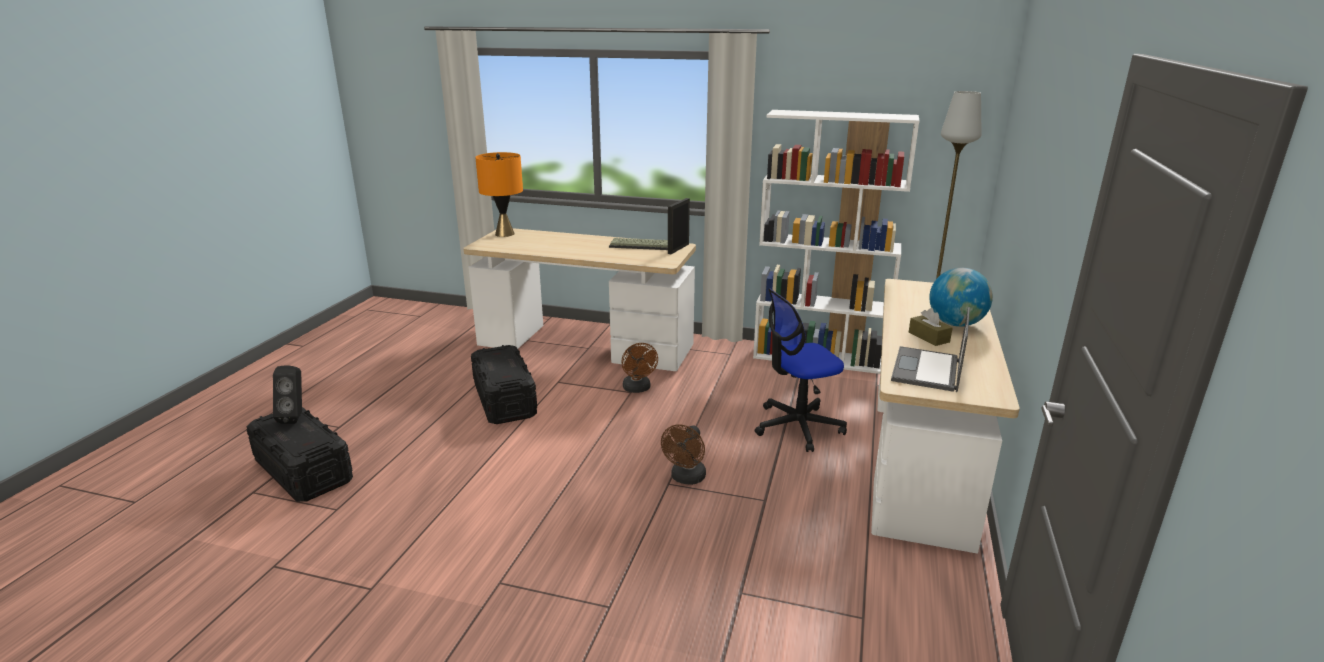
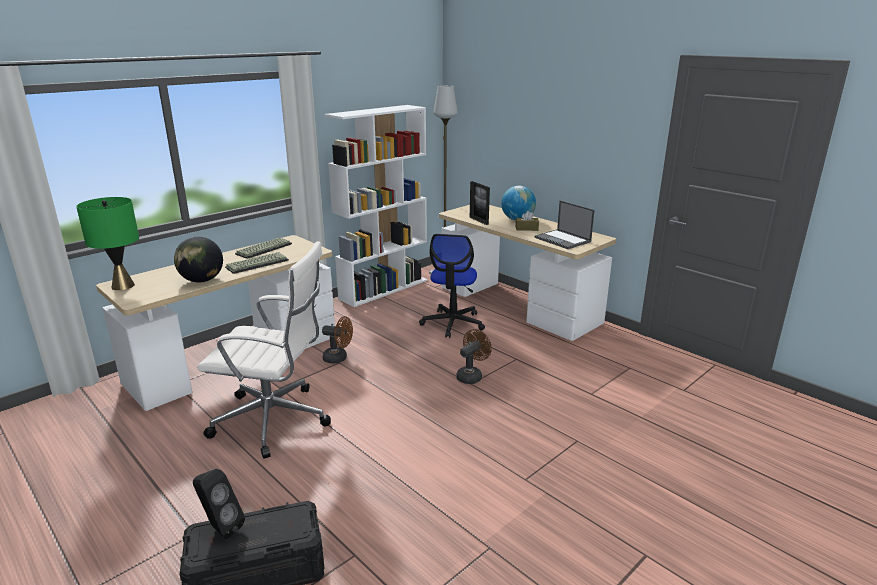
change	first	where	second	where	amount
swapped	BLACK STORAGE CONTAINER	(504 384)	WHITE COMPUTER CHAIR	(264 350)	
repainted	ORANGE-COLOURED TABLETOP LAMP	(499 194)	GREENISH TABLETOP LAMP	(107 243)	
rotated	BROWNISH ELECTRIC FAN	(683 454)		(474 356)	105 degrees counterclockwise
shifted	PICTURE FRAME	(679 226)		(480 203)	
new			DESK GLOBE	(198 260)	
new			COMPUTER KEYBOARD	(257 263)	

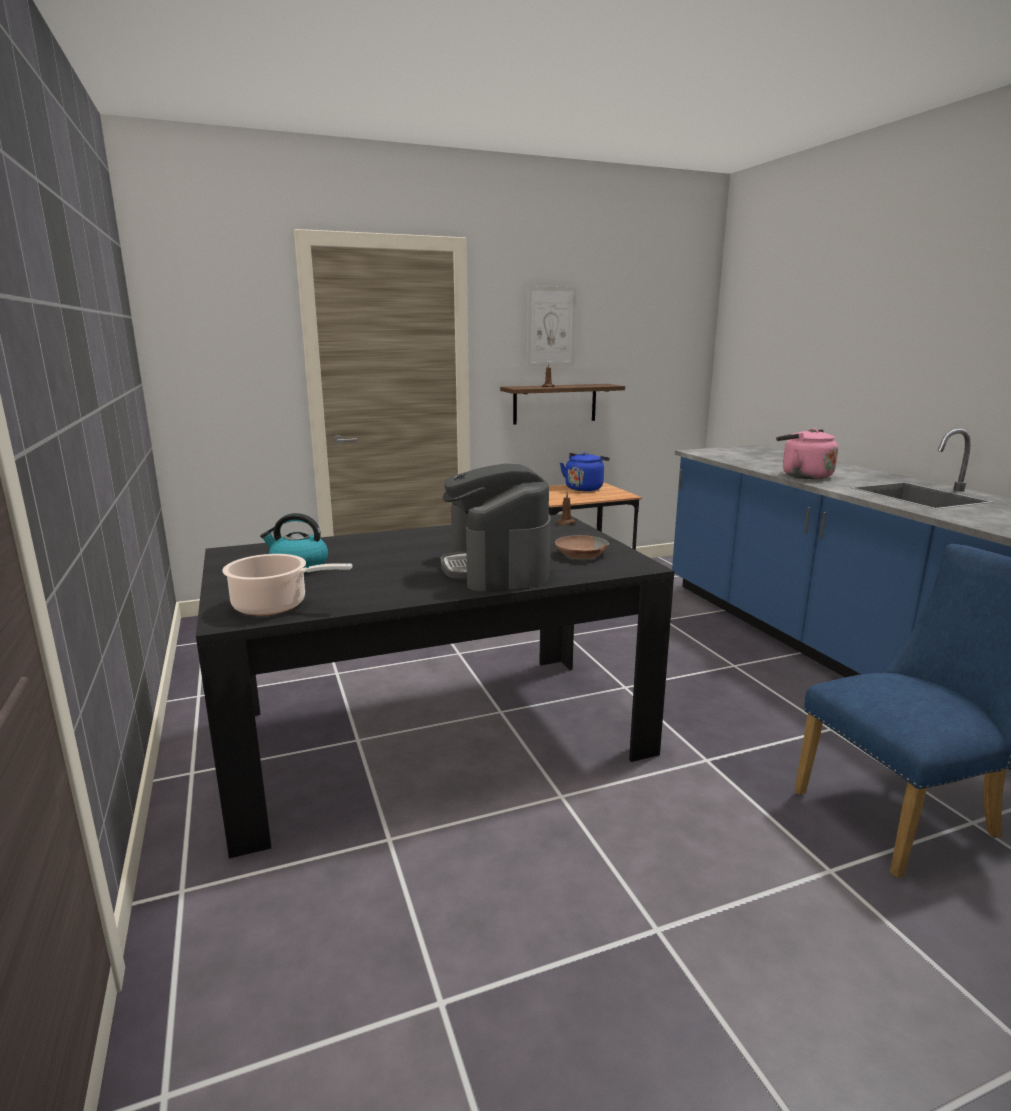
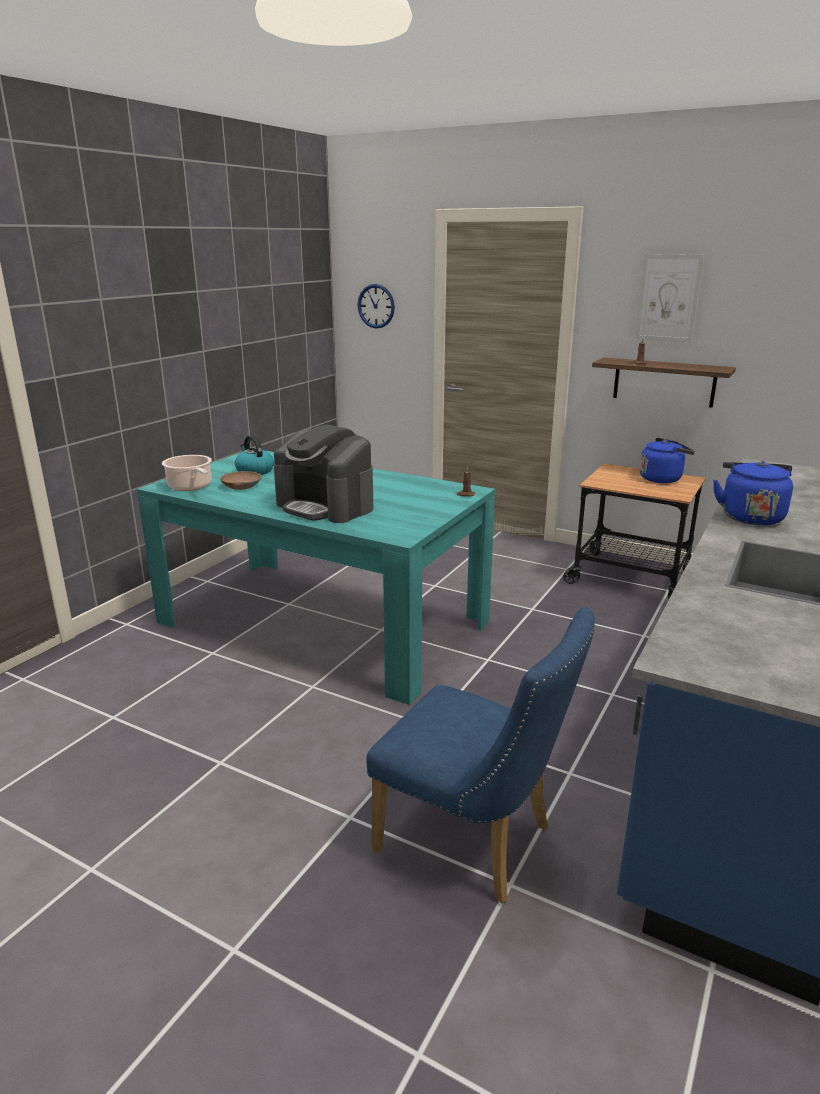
change	first	where	second	where	amount
repainted	BLACK KITCHEN TABLE	(435 686)	TURQUOISE KITCHEN TABLE	(316 577)	
rotated	COFFEE BREWER	(495 527)		(323 474)	90 degrees counterclockwise
shifted	BROWNISH BOWL	(582 547)		(240 480)	
repainted	PINK TEA KETTLE	(807 453)	BLUE-COLOURED TEA KETTLE	(753 493)	
new			CLOCK ON THE WALL	(376 306)	

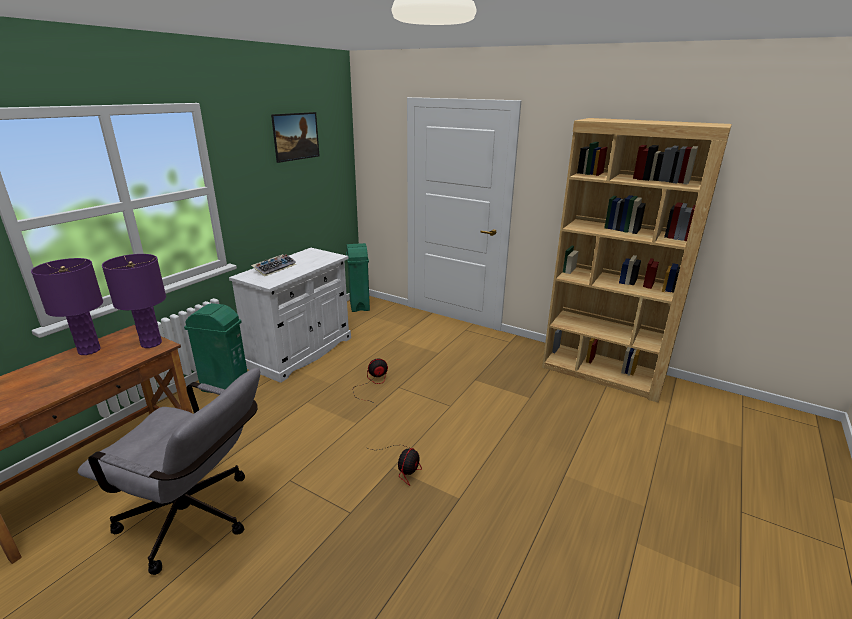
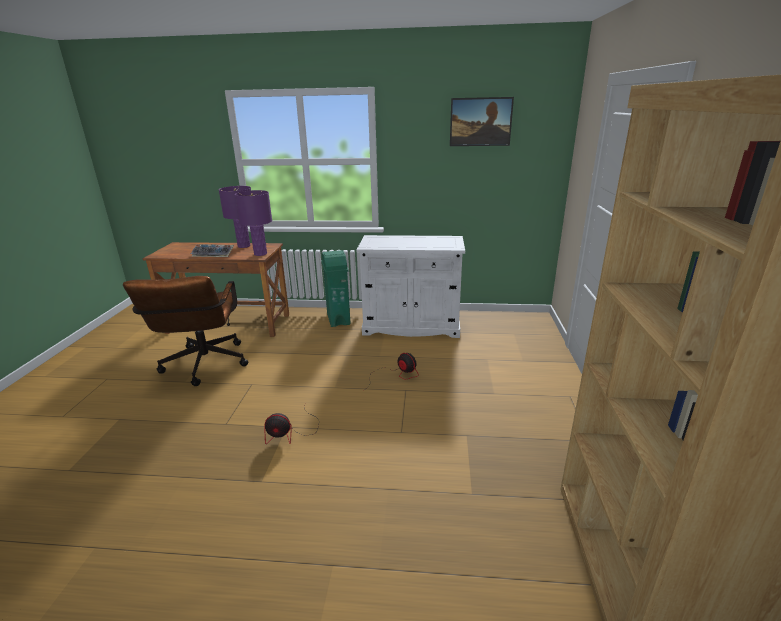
change	first	where	second	where	amount
repainted	GREYISH COMPUTER CHAIR	(169 471)	BROWNISH COMPUTER CHAIR	(185 331)	
shifted	COMPUTER KEYBOARD	(273 265)		(212 250)	
gone	GREENISH WASTE BIN	(358 277)			

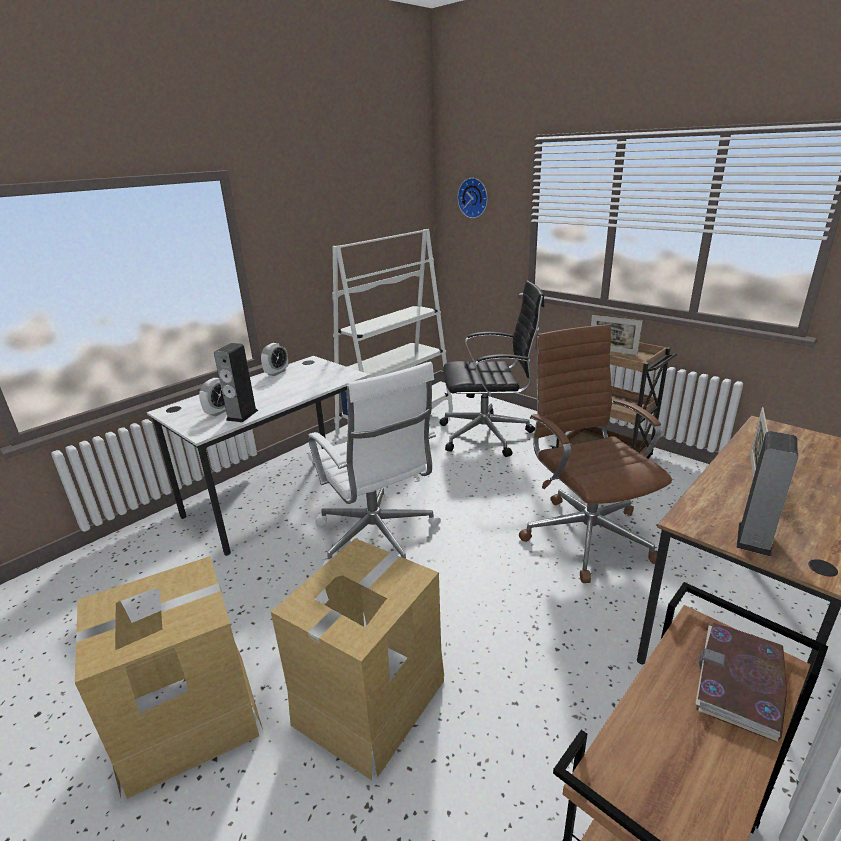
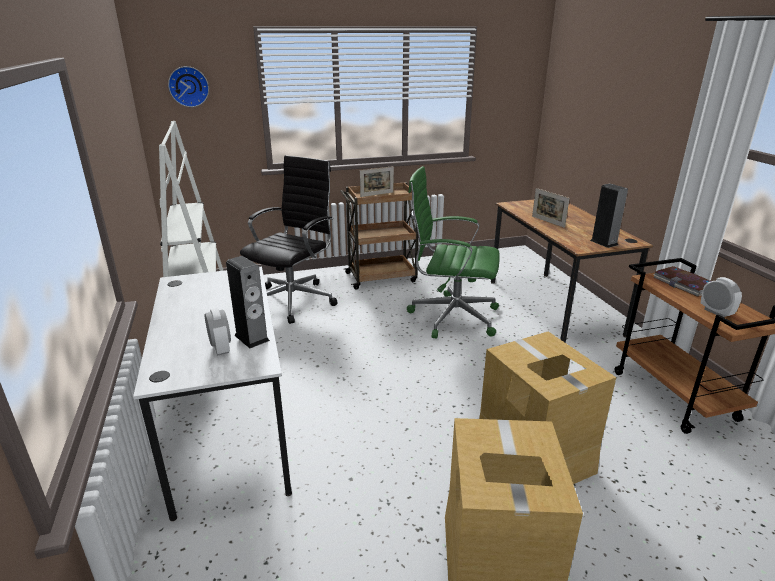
change	first	where	second	where	amount
shifted	ALARM CLOCK	(274 359)		(721 297)	
gone	WHITE COMPUTER CHAIR	(374 464)			
repainted	BROWNISH COMPUTER CHAIR	(595 453)	GREENISH COMPUTER CHAIR	(453 252)	

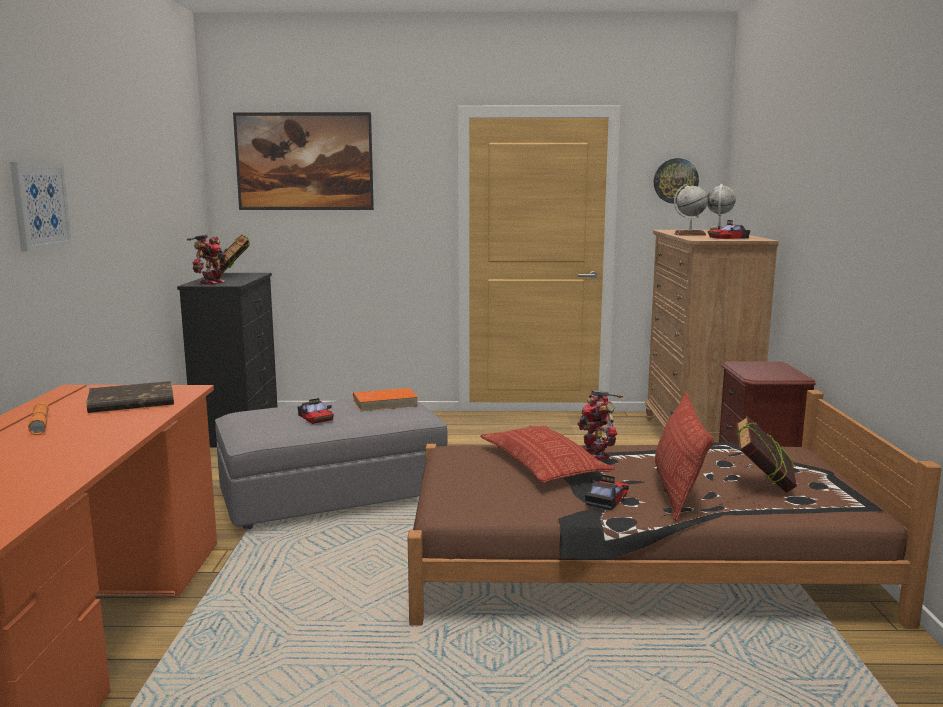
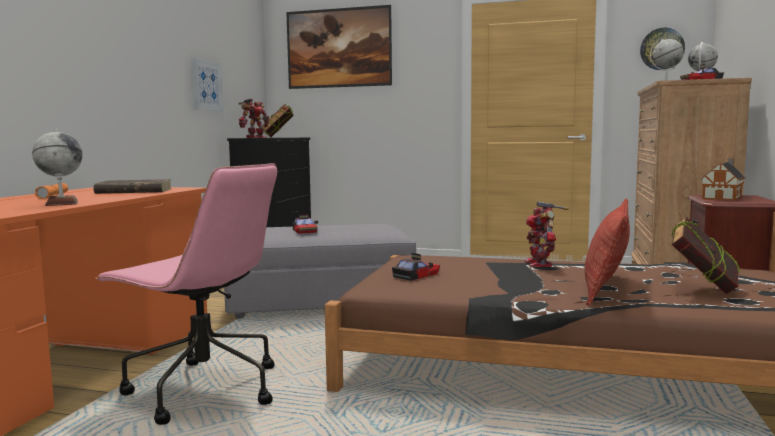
change	first	where	second	where	amount
shifted	PICTURE	(41 207)		(207 84)	
gone	ORANGE-COLOURED BOOK	(385 399)			
gone	THROW PILLOW	(547 454)			
shifted	TOY CAR	(607 493)		(416 267)	
new			DESK GLOBE	(57 167)	
new			PINK COMPUTER CHAIR	(186 294)	
new			MINIATURE HOUSE	(723 180)	

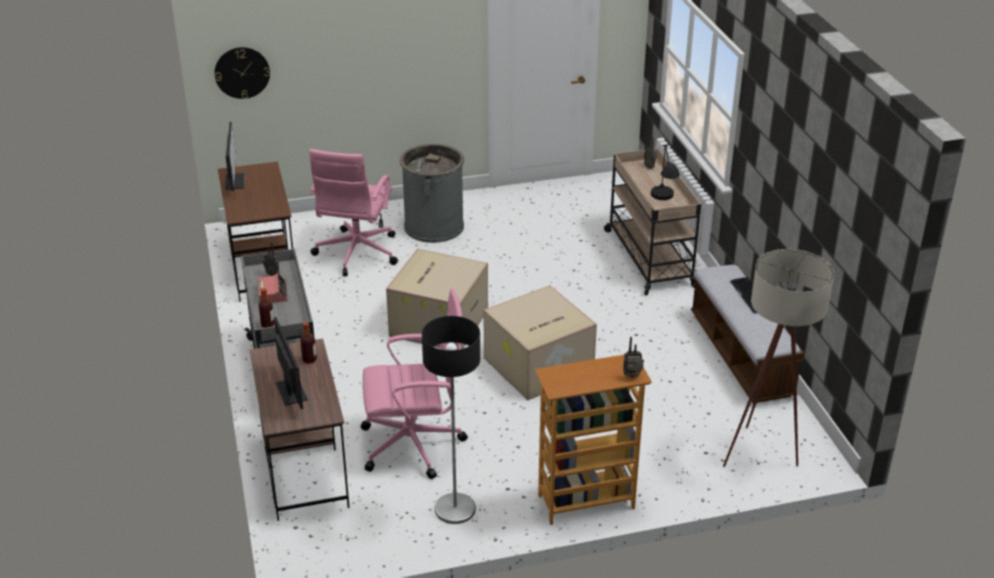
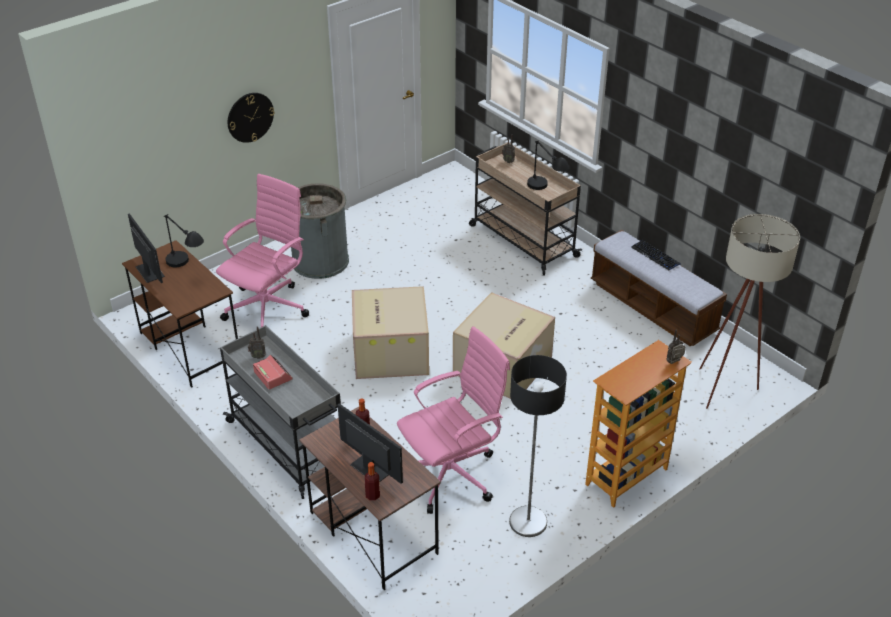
change	first	where	second	where	amount
shifted	CLOCK ON THE WALL	(242 73)		(251 118)	
shifted	DRINK BOTTLE	(266 308)		(372 481)	
rotated	PINK COMPUTER CHAIR	(353 212)		(262 250)	135 degrees counterclockwise
new			BLACK TABLETOP LAMP	(183 240)	

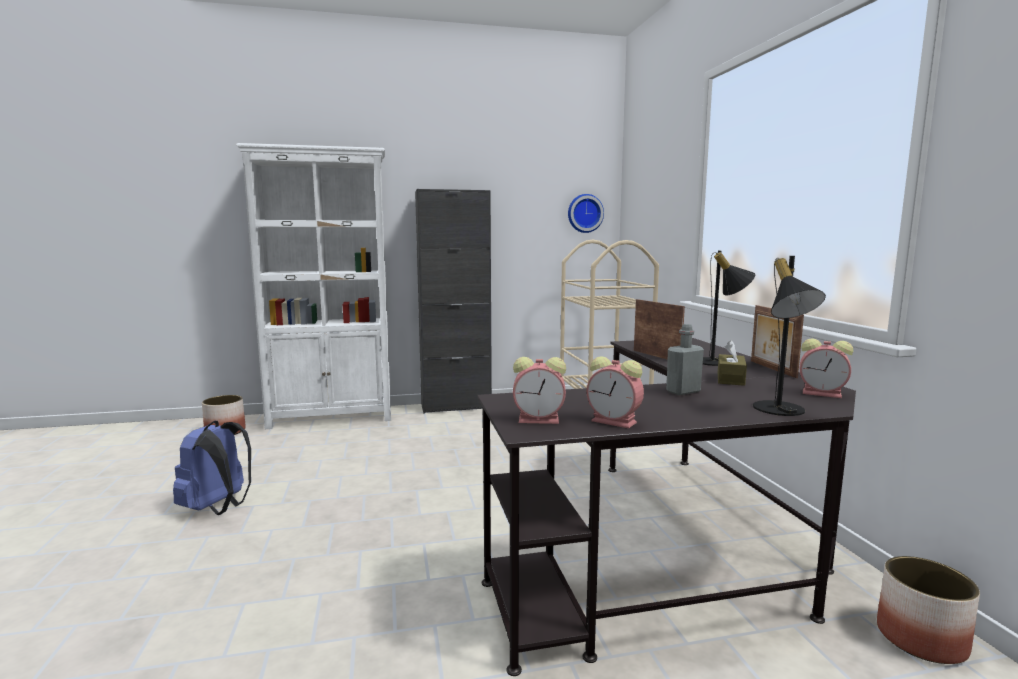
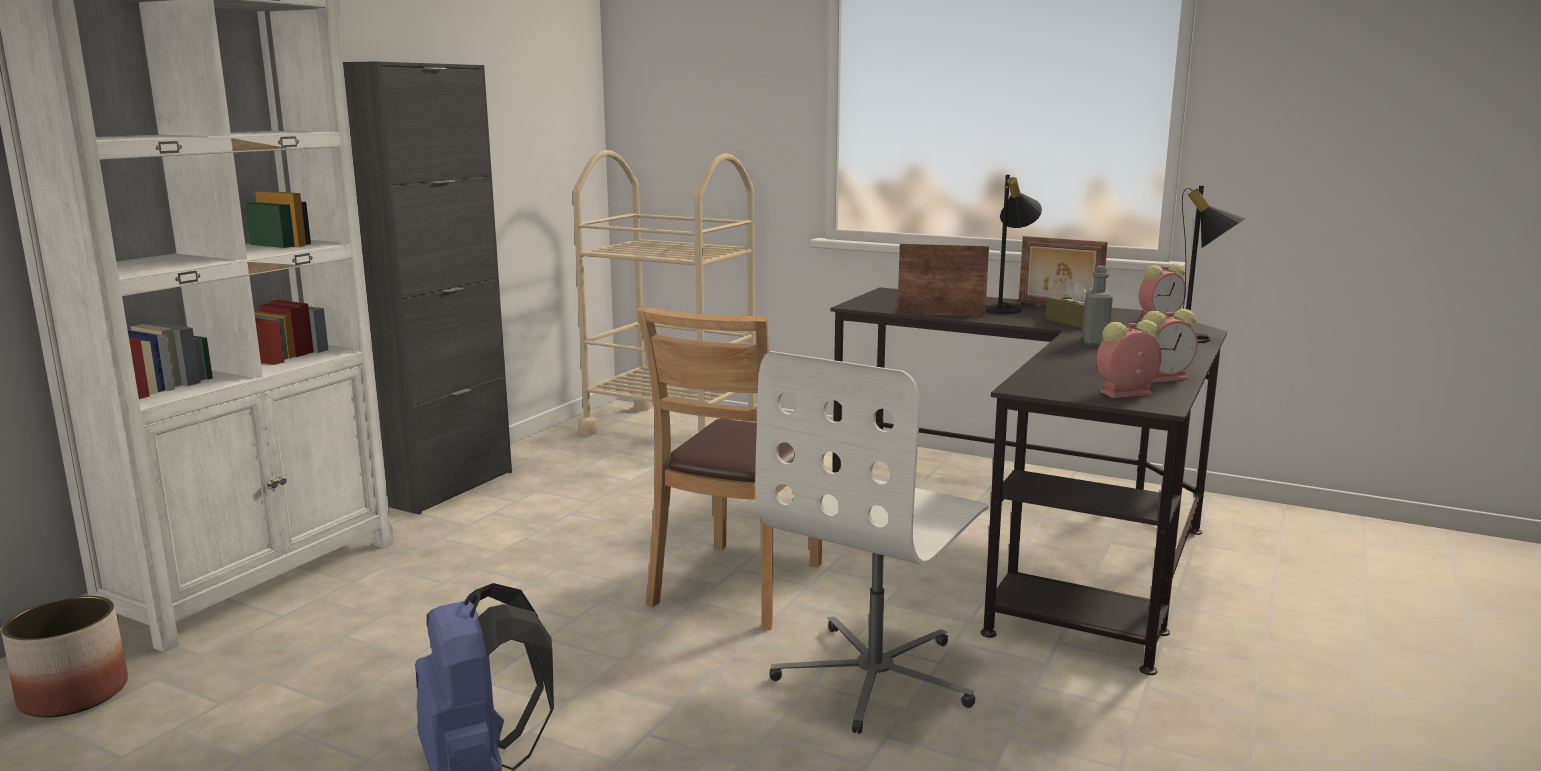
change	first	where	second	where	amount
rotated	ALARM CLOCK	(539 390)		(1129 359)	150 degrees counterclockwise
gone	CLOCK ON THE WALL	(586 213)			
gone	PLANTER	(928 610)			
new			BROWNISH CHAIR	(729 468)	
new			WHITE COMPUTER CHAIR	(872 542)	

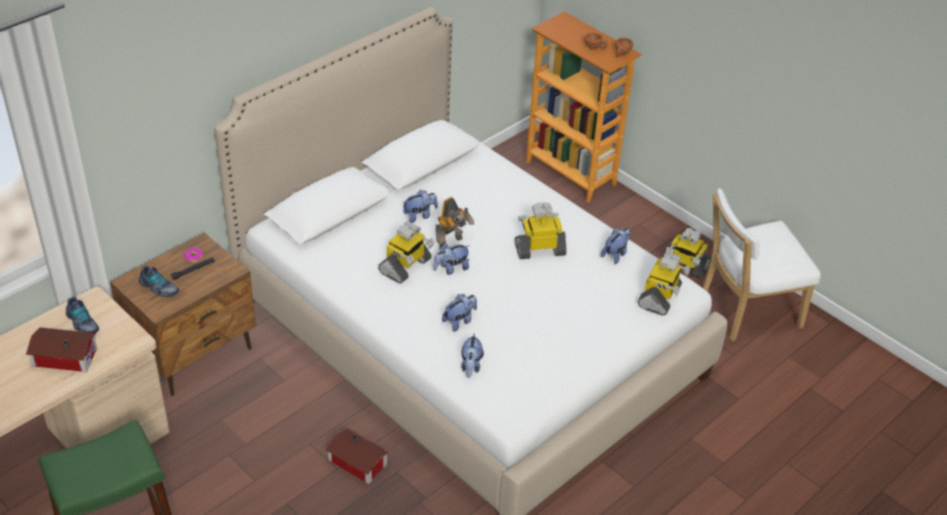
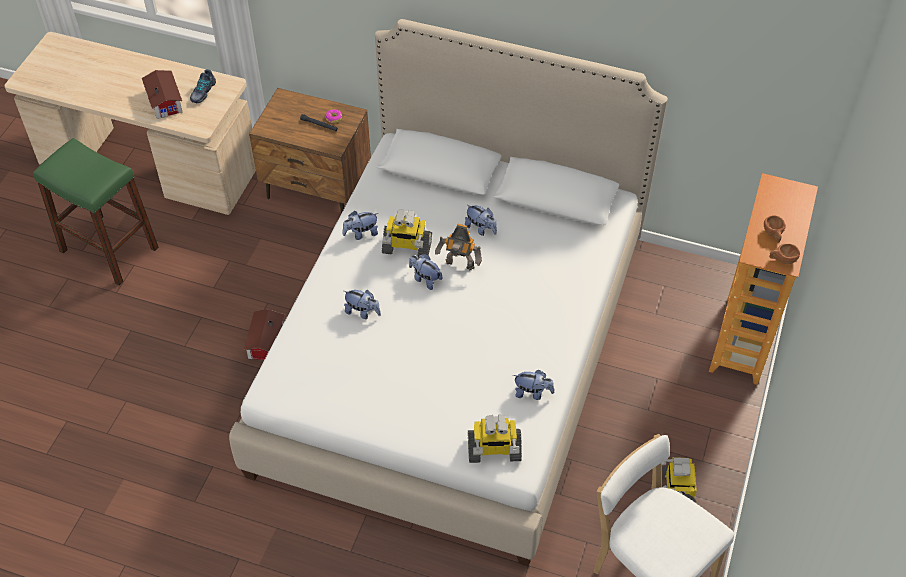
change	first	where	second	where	amount
gone	LOW SHOE	(159 281)			
shifted	PLUSH TOY	(472 355)		(360 225)	
gone	ROBOT FIGURE	(541 230)			

